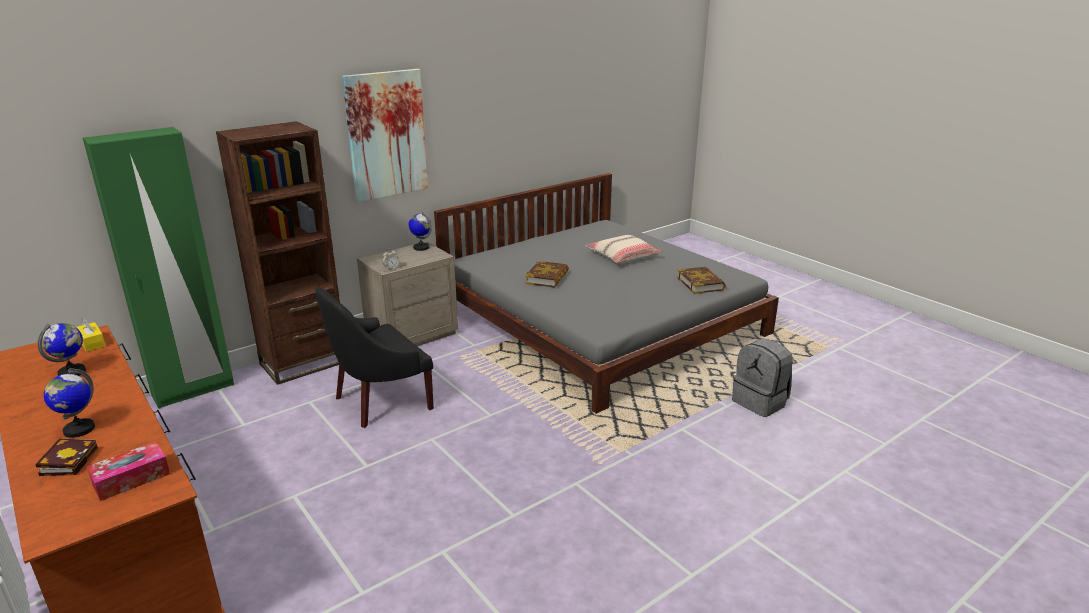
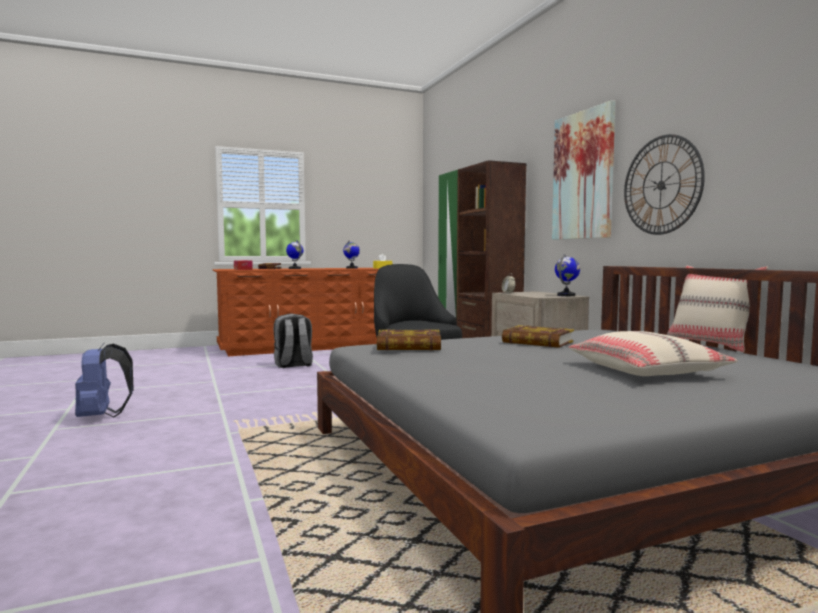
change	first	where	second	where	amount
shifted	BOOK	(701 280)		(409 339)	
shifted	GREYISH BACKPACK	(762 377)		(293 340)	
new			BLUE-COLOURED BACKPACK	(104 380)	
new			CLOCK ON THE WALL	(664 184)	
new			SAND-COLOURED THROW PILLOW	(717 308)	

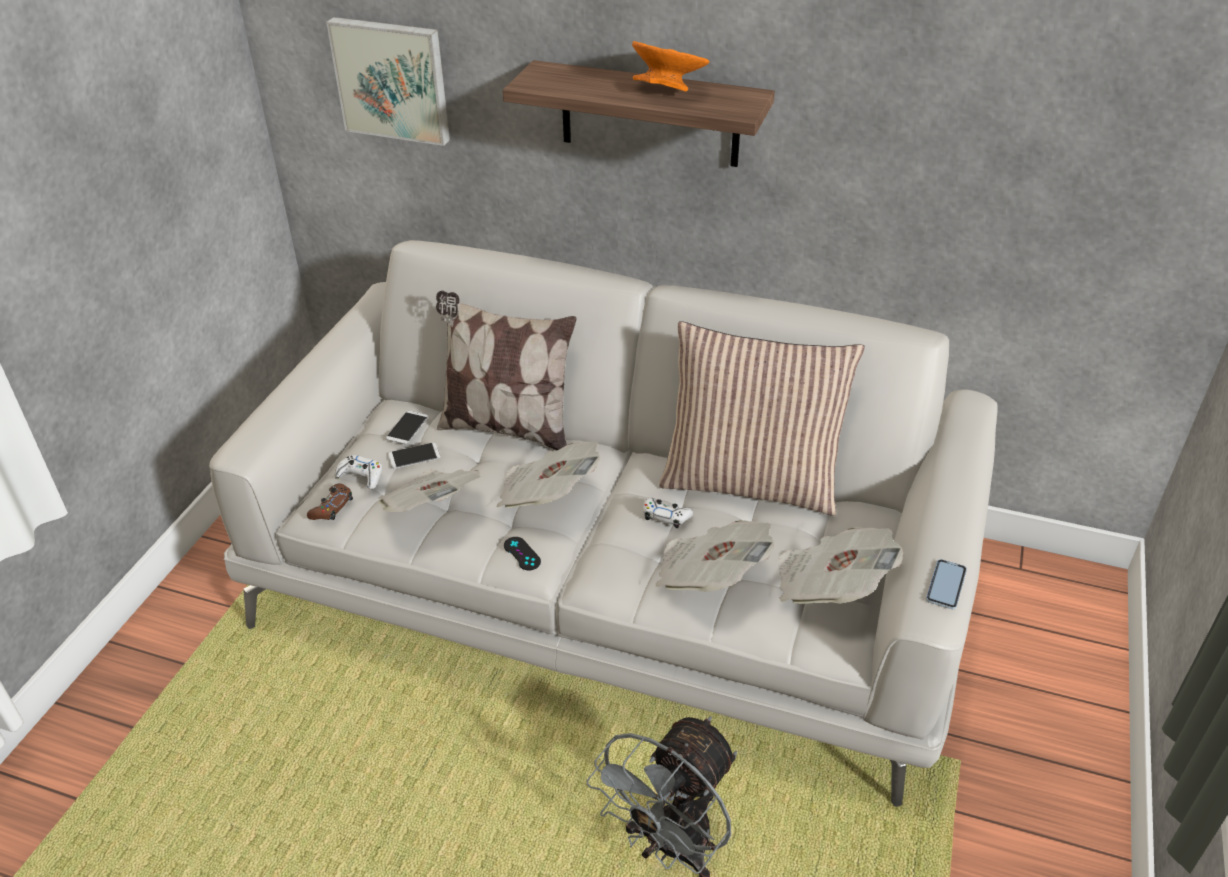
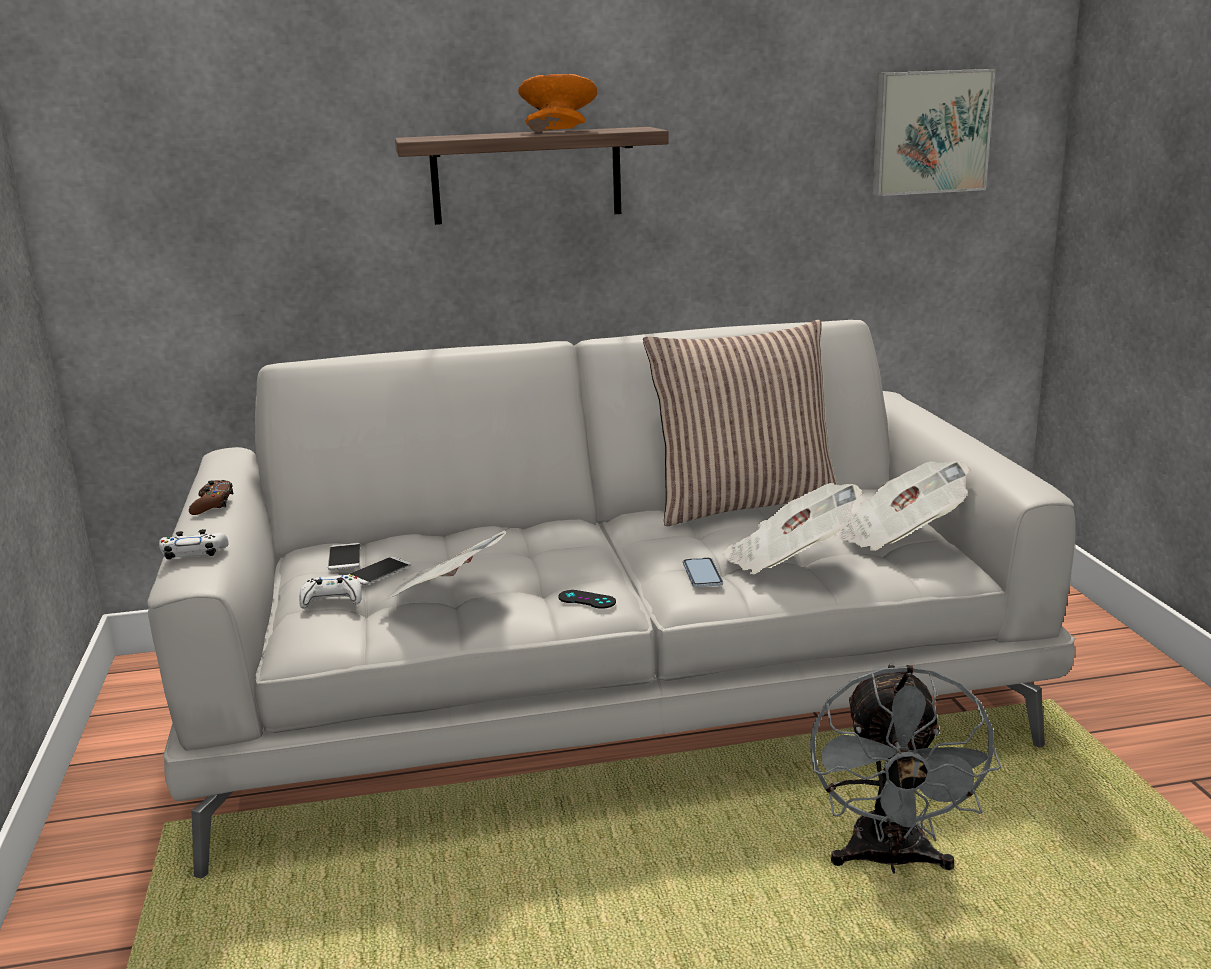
change	first	where	second	where	amount
shifted	BROWNISH GAMEPAD	(330 501)		(211 497)	
shifted	PICTURE	(388 81)		(934 132)	
gone	THROW PILLOW	(506 370)			
gone	DAILY PAPER	(548 474)			
shifted	WHITE GAMEPAD	(668 513)		(194 544)	
shifted	TELEPHONE	(946 584)		(703 572)	

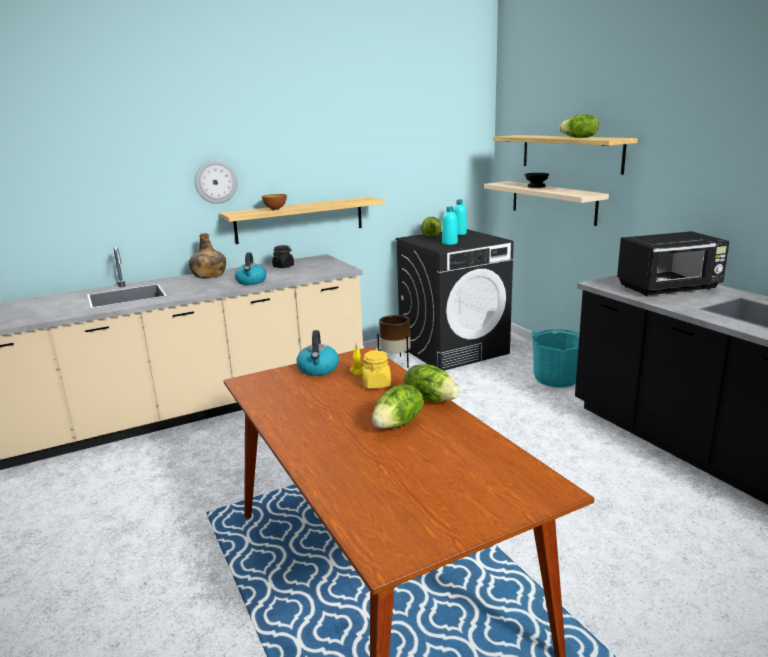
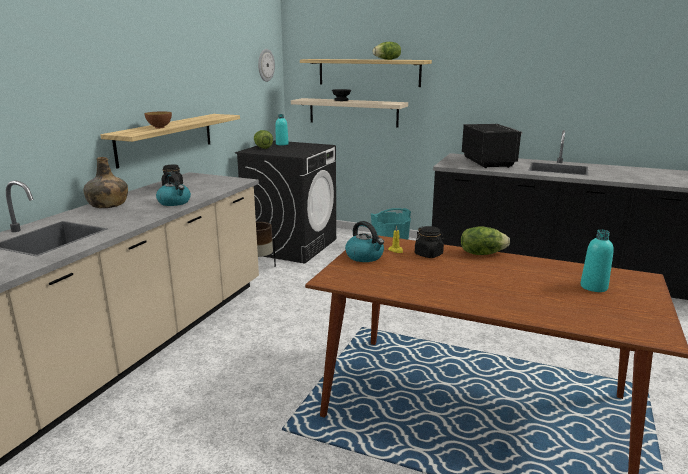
change	first	where	second	where	amount
shifted	CLOCK ON THE WALL	(216 182)		(266 65)	
repainted	YELLOW-COLOURED STORAGE JAR	(376 369)	BLACK STORAGE JAR	(429 242)	
gone	HEAD OF LETTUCE	(397 406)			
shifted	TURQUOISE DRINK BOTTLE	(450 226)		(597 261)	
rotated	BLACK KITCHEN MICROWAVE	(673 263)		(492 146)	45 degrees counterclockwise

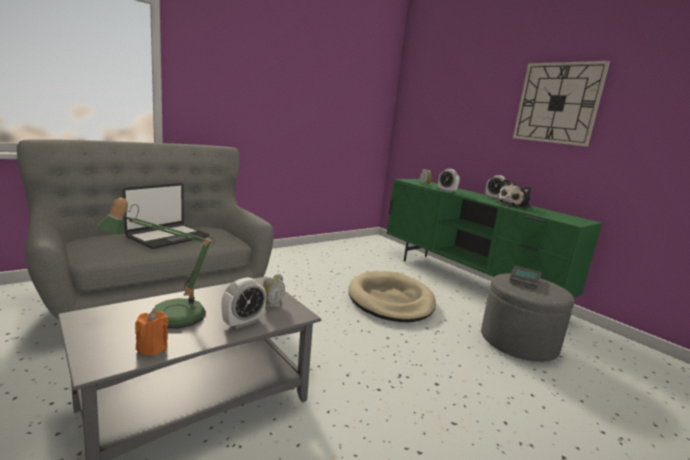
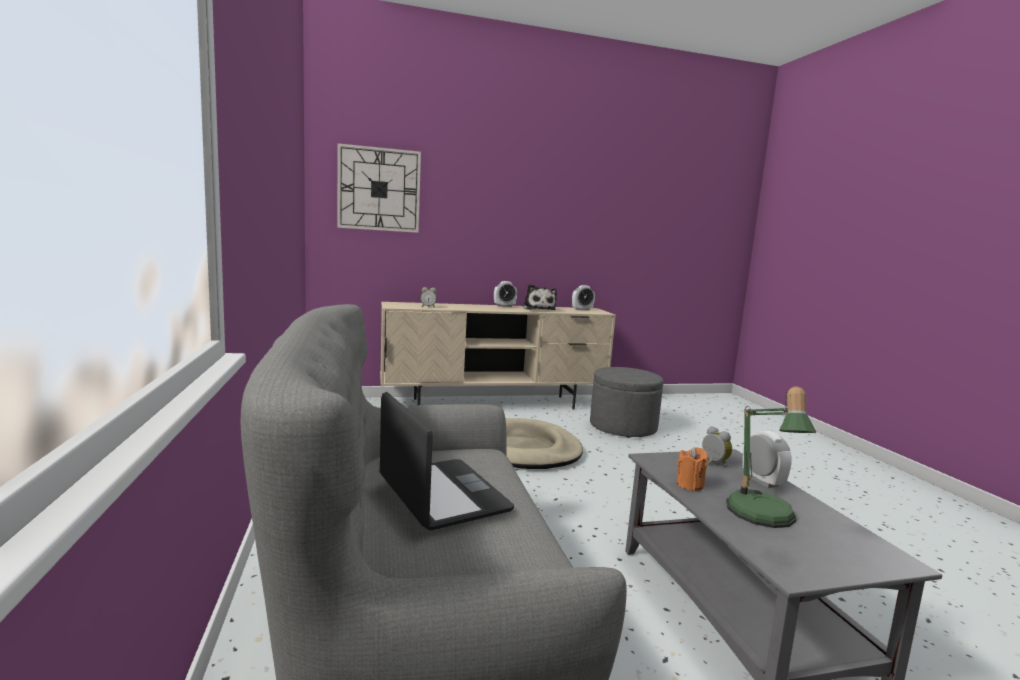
change	first	where	second	where	amount
shifted	ORANGE-COLOURED CANDLE	(152 333)		(692 469)	
repainted	GREENISH TV UNIT	(494 238)	SAND-COLOURED TV UNIT	(498 356)	
shifted	ALARM CLOCK	(449 181)		(583 297)	
gone	BOOK	(525 278)			
shifted	CLOCK ON THE WALL	(561 104)		(379 188)	

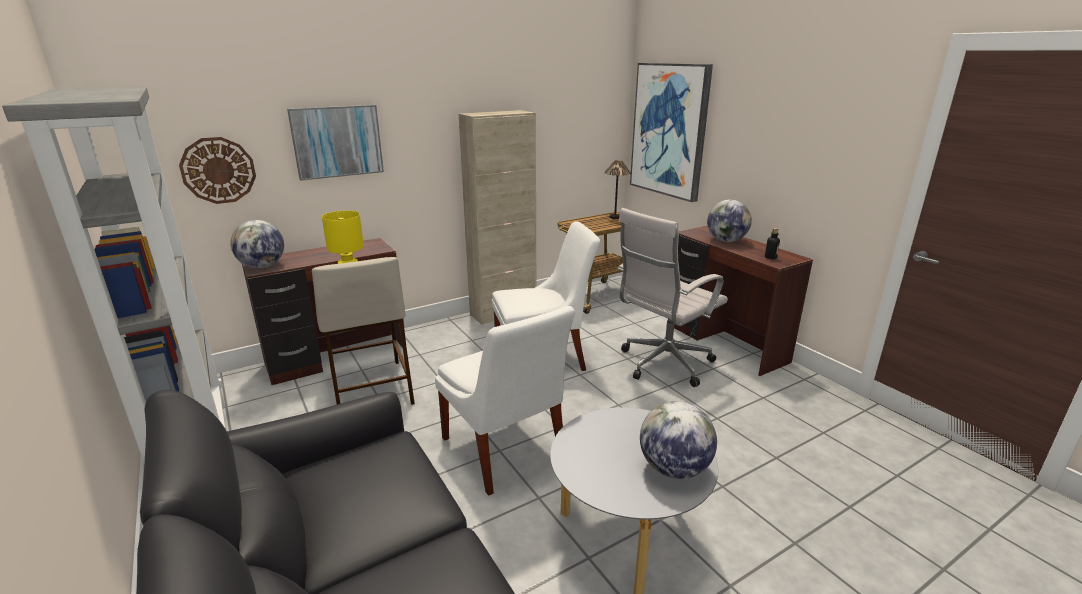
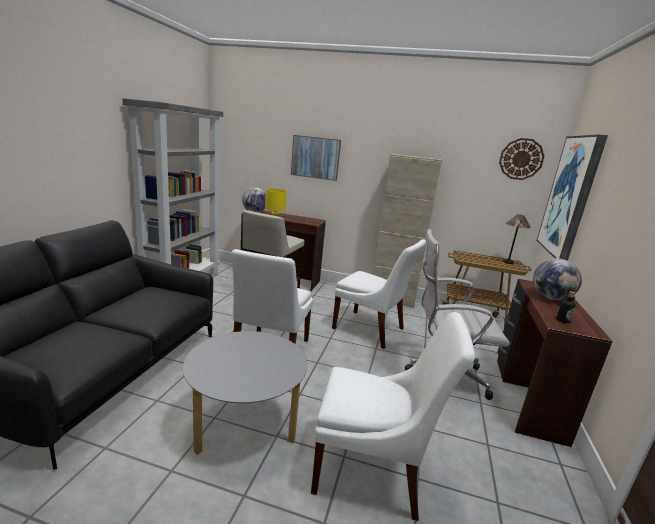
change	first	where	second	where	amount
shifted	CLOCK ON THE WALL	(217 170)		(522 159)	
gone	DESK GLOBE	(678 440)			
new			WHITE CHAIR	(393 416)	

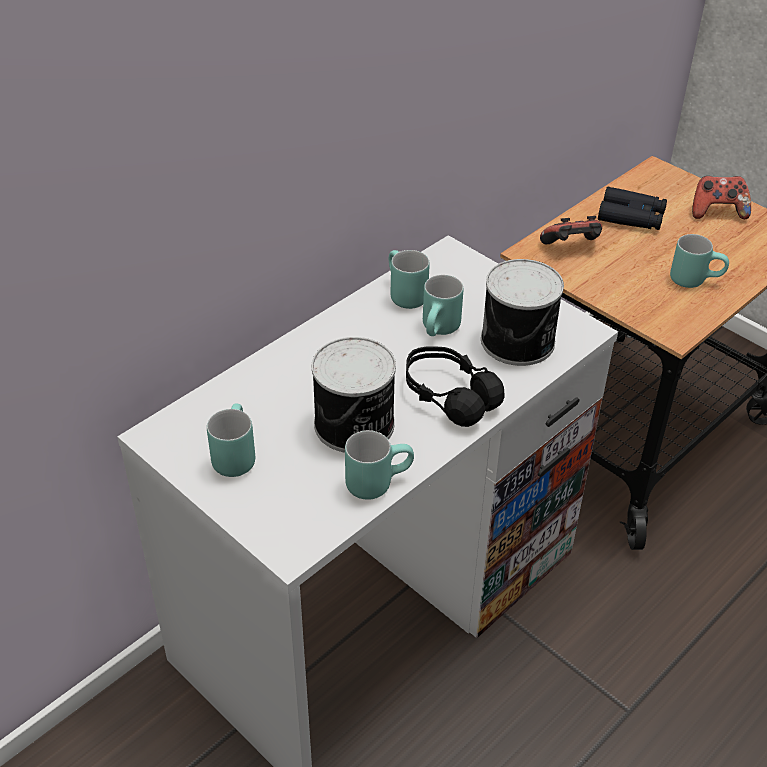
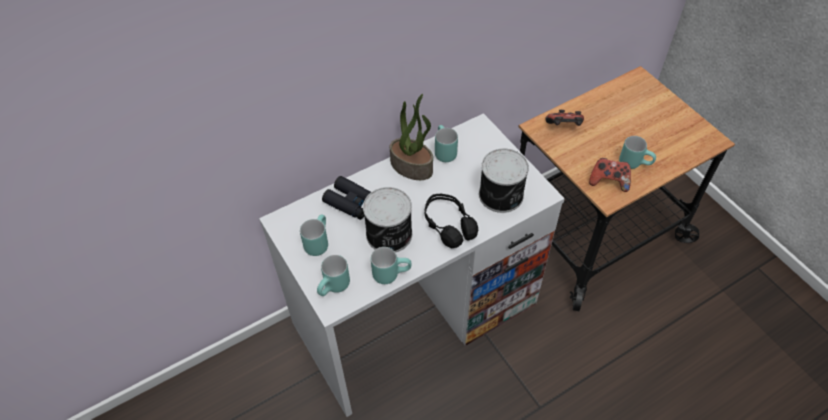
change	first	where	second	where	amount
shifted	TURQUOISE COFFEE MUG	(443 305)		(333 275)	
shifted	BLACK PAIR OF BINOCULARS	(632 208)		(346 198)	
shifted	GAMEPAD	(721 197)		(610 175)	
new			HOUSEPLANT	(411 137)	

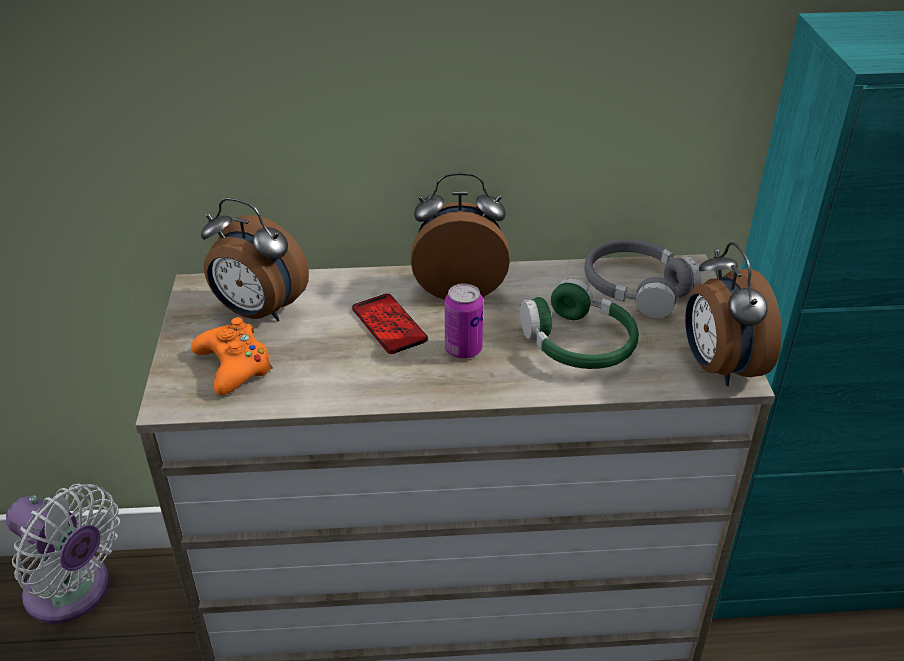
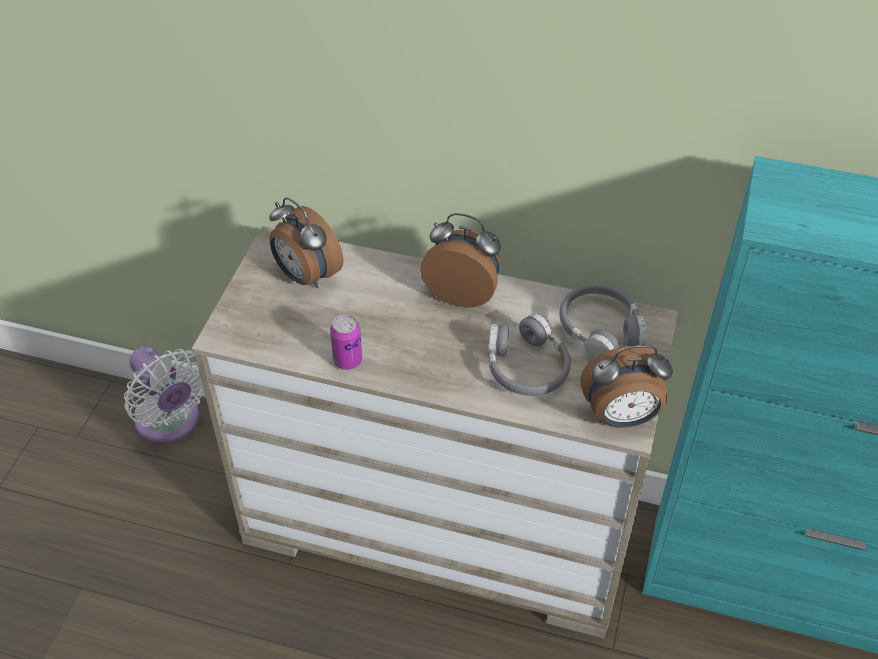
change	first	where	second	where	amount
gone	ORANGE-COLOURED GAMEPAD	(232 356)			
gone	TELEPHONE	(390 324)			
shifted	CAN	(464 321)		(346 342)	
repainted	GREENISH HEADPHONES	(579 323)	GREYISH HEADPHONES	(529 354)	
rotated	ALARM CLOCK	(733 314)		(626 386)	105 degrees counterclockwise

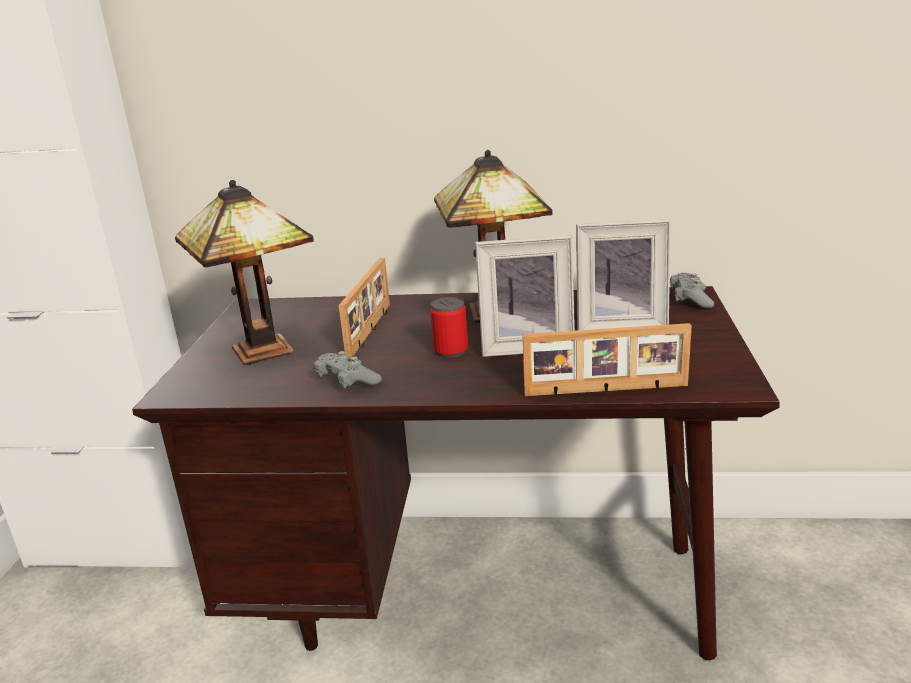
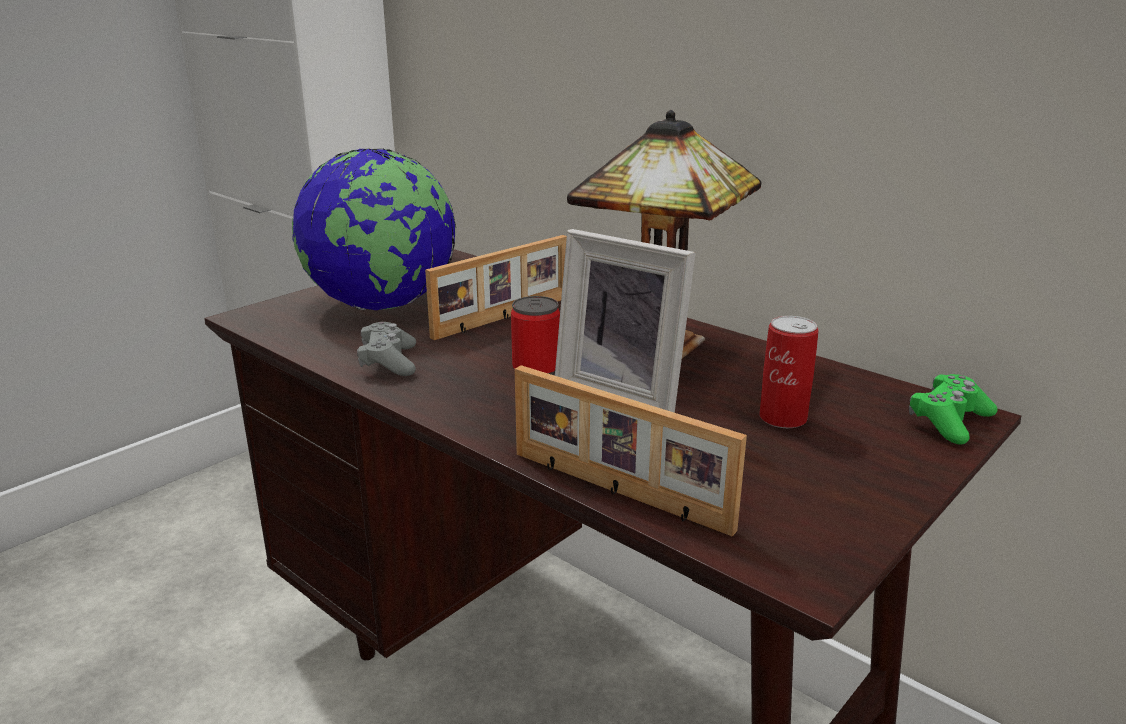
change	first	where	second	where	amount
swapped	TABLETOP LAMP	(244 272)	DESK GLOBE	(374 229)	
swapped	PICTURE FRAME	(623 274)	CAN	(789 372)	
repainted	GREYISH GAMEPAD	(692 290)	GREENISH GAMEPAD	(953 409)	

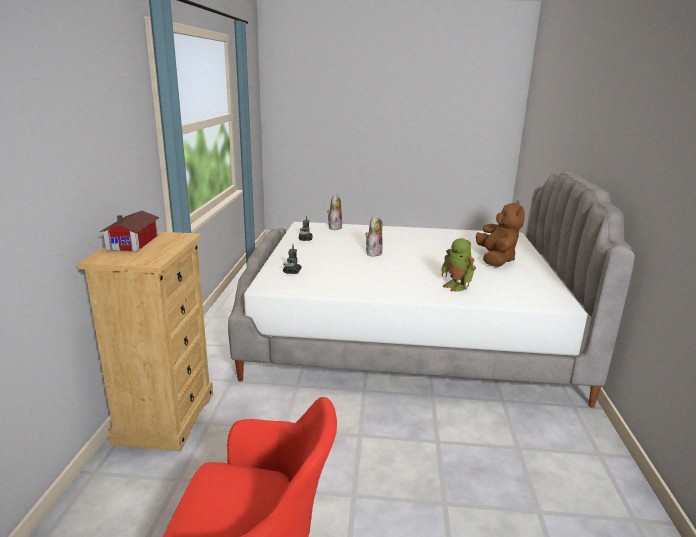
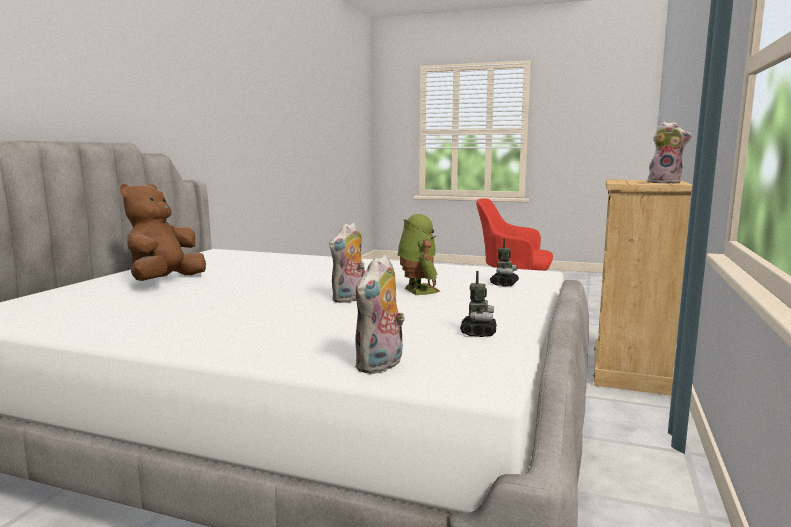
change	first	where	second	where	amount
swapped	MINIATURE HOUSE	(130 231)	PLUSH TOY	(669 152)	
shifted	ROBOT FIGURE	(458 265)		(418 254)	

